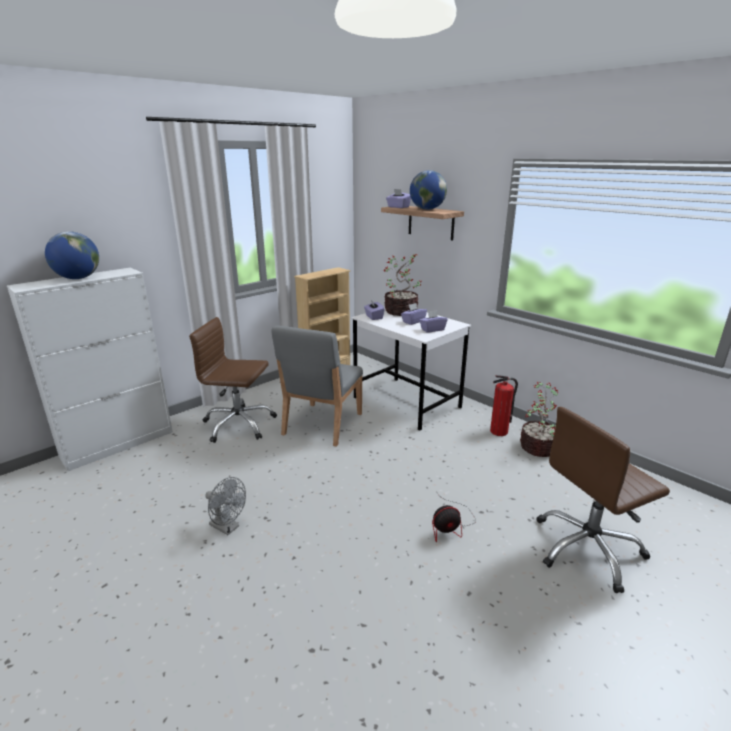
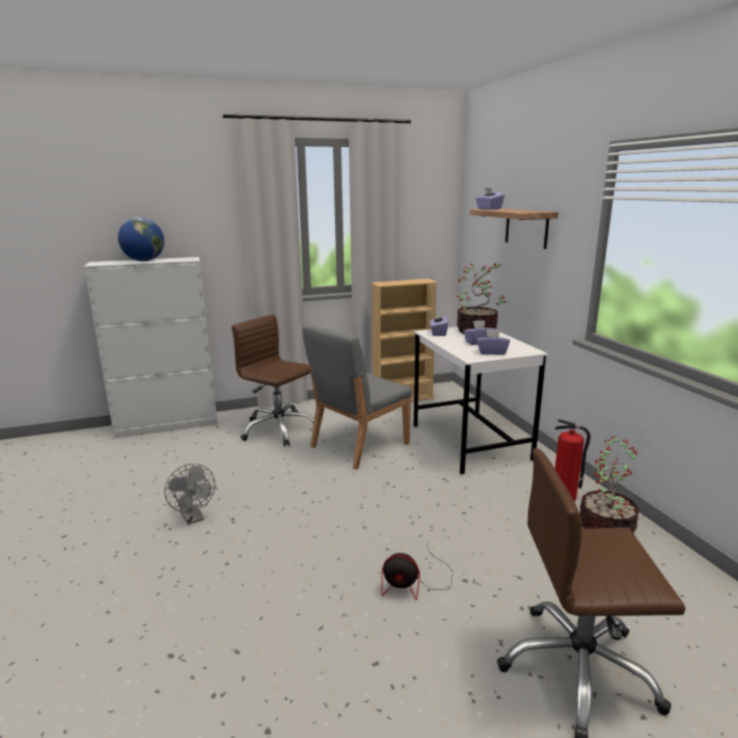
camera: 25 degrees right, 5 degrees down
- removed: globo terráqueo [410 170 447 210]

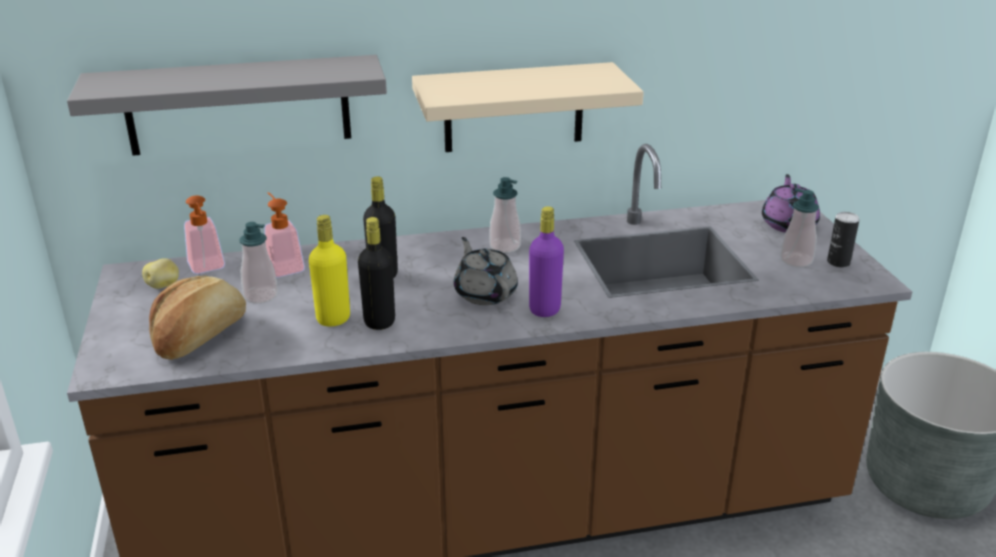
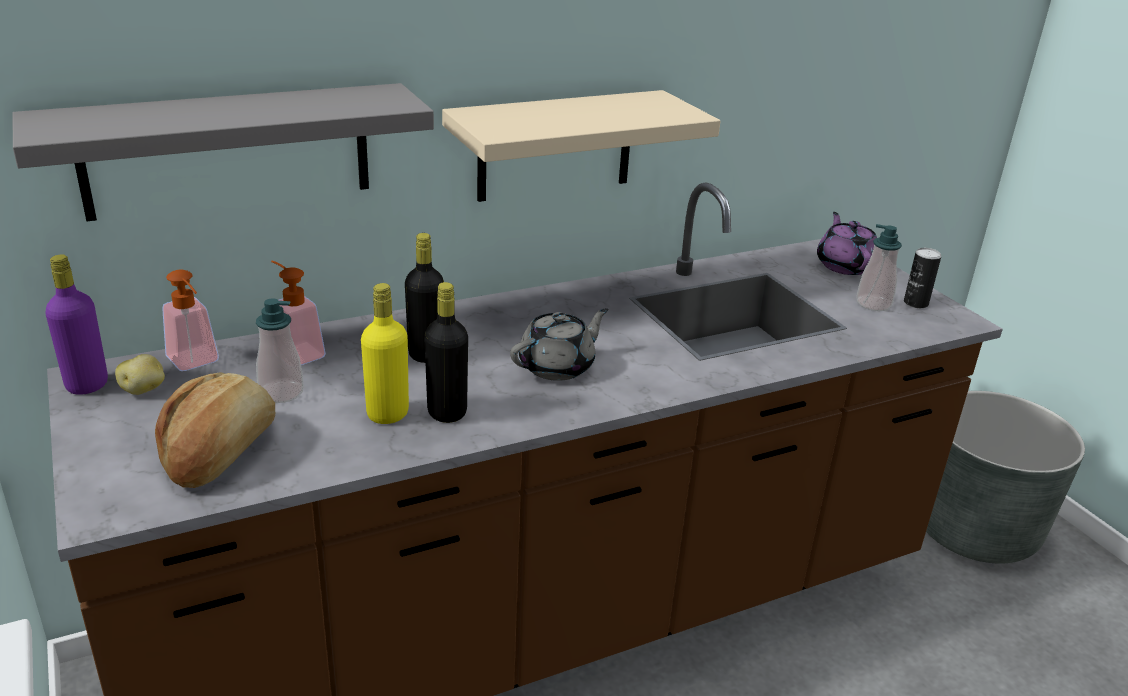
camera: 15 degrees left, 0 degrees up
- removed: dispensador de jabón [489 177 521 253]
- moved: botella (morado) [529 206 564 317] to [45 255 108 395]
- turned: tetera (gris) [454 237 518 305] = [510 308 608 381] 90 degrees clockwise

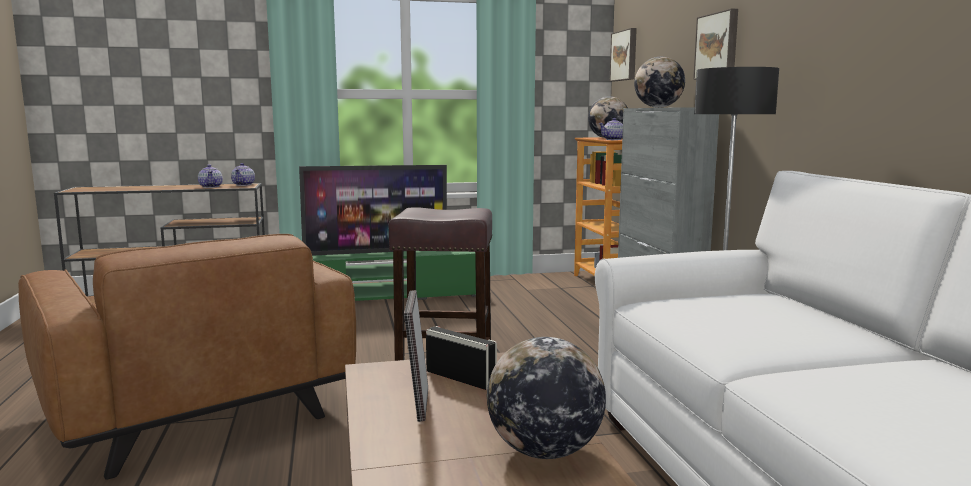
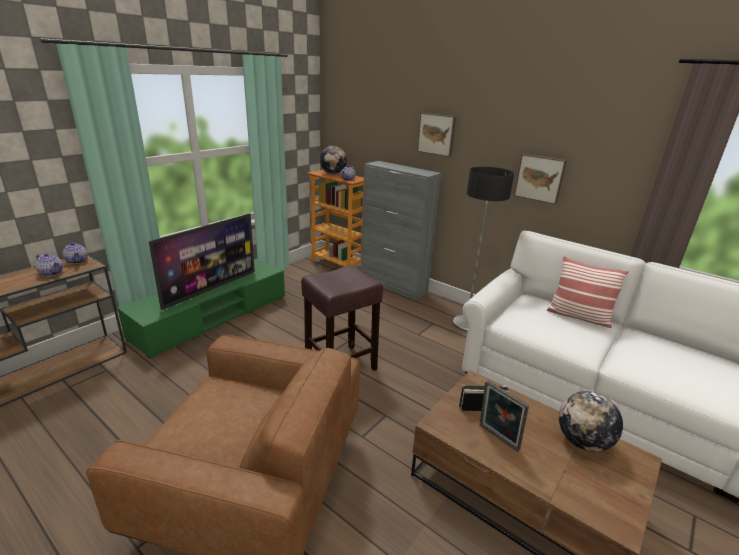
camera: 40 degrees left, 15 degrees up
- moved: cuadro [610 28 637 81] to [514 154 567 204]
- removed: globo terráqueo [634 57 685 108]
- added: cojín [547 256 628 328]

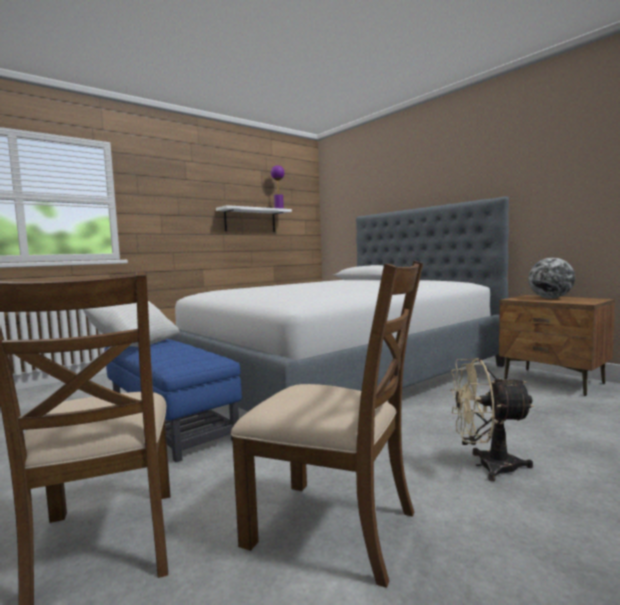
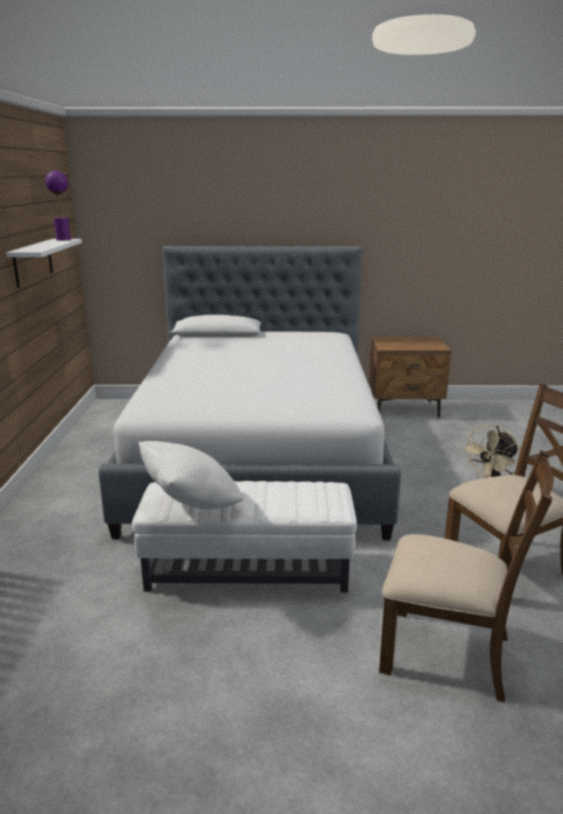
camera: 50 degrees left, 15 degrees up
- removed: globo terráqueo [528 258 575 298]
- recoloured: puf (azul) [104 339 242 462] to puf (blanco) [132 481 357 593]

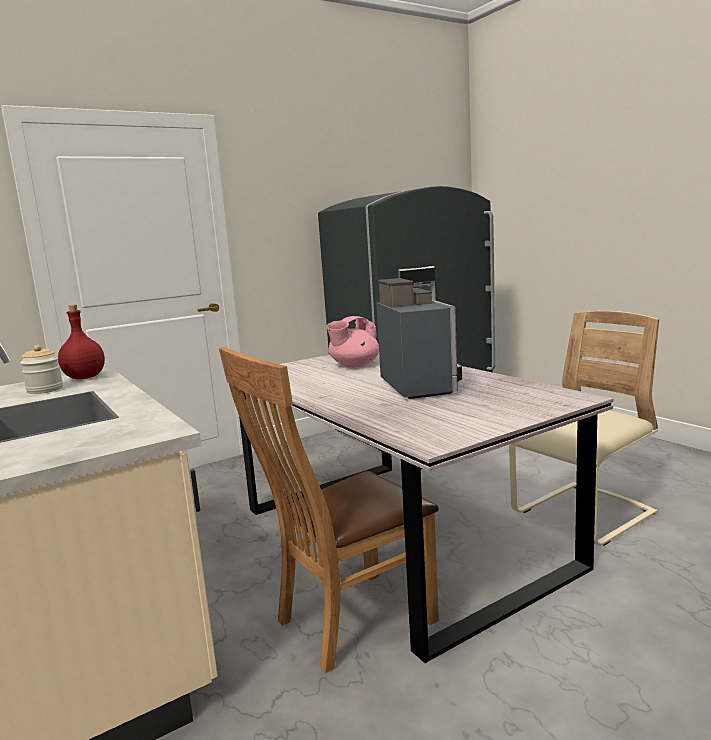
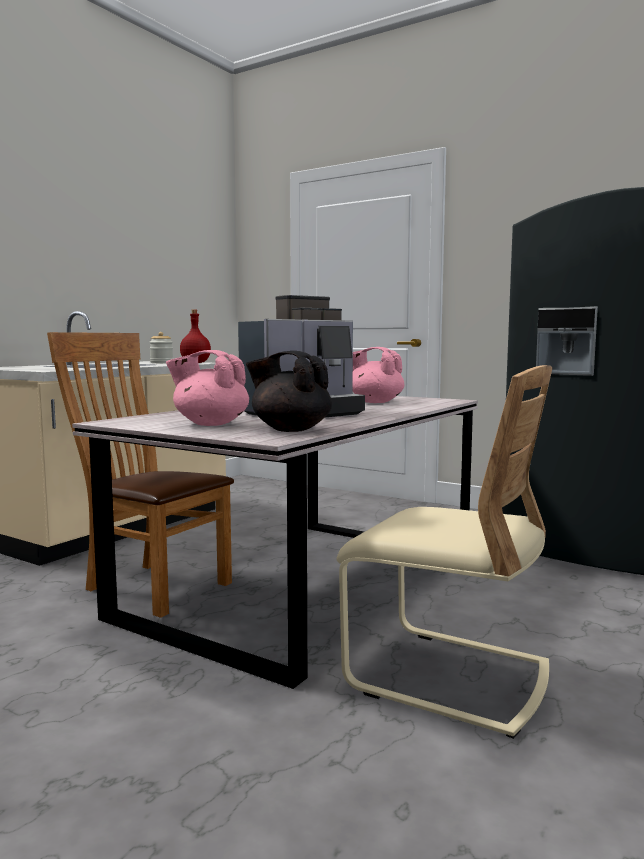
camera: 65 degrees right, 5 degrees down
- added: tetera (rosa) [166 350 249 426]
- added: tetera (negro) [246 351 332 432]

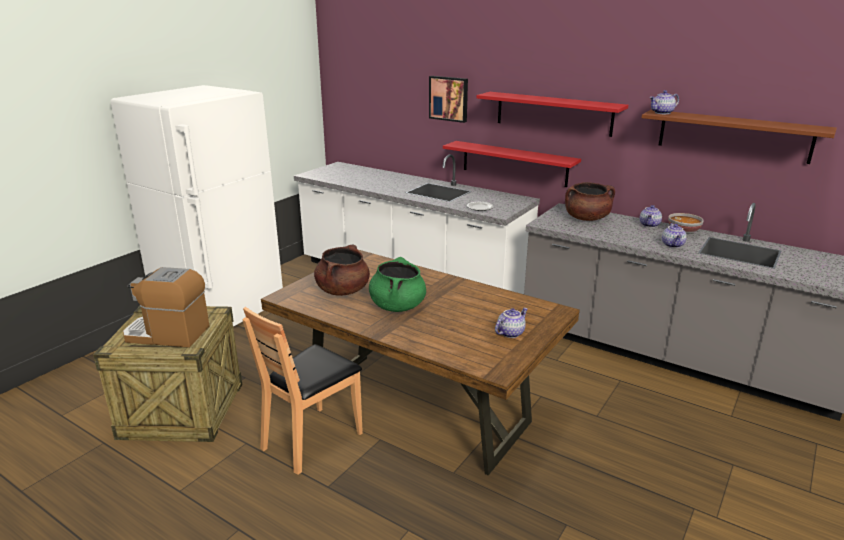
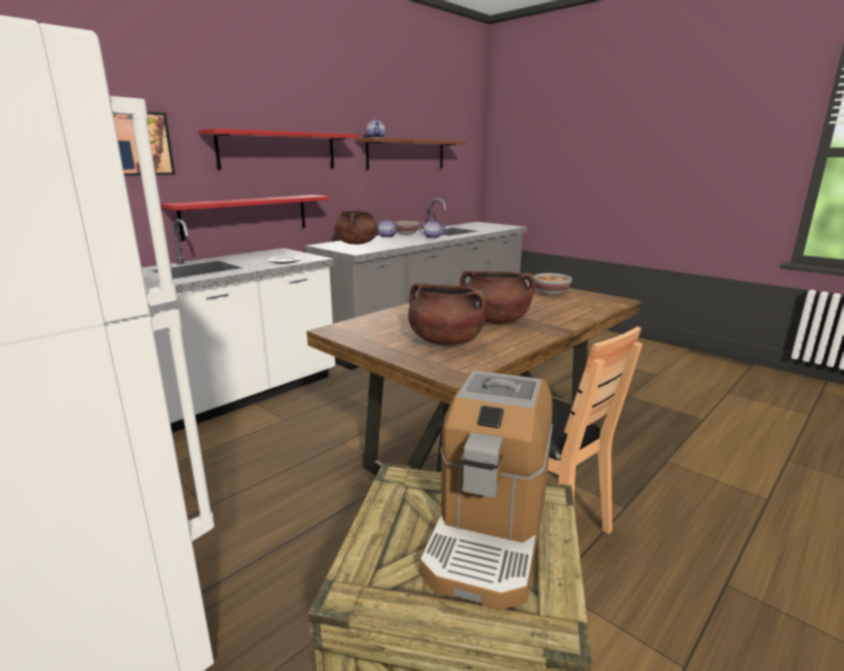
camera: 80 degrees left, 5 degrees down
- recoloured: olla (verde) [369 257 426 312] to olla (marrón) [460 271 535 324]
- replaced: tetera [495 308 528 338] to cuenco [533 273 572 295]

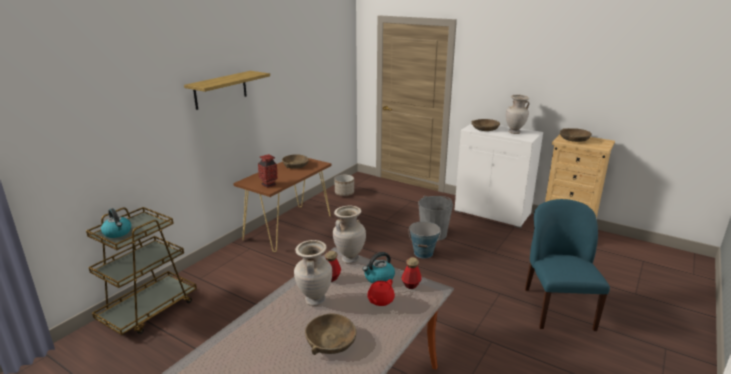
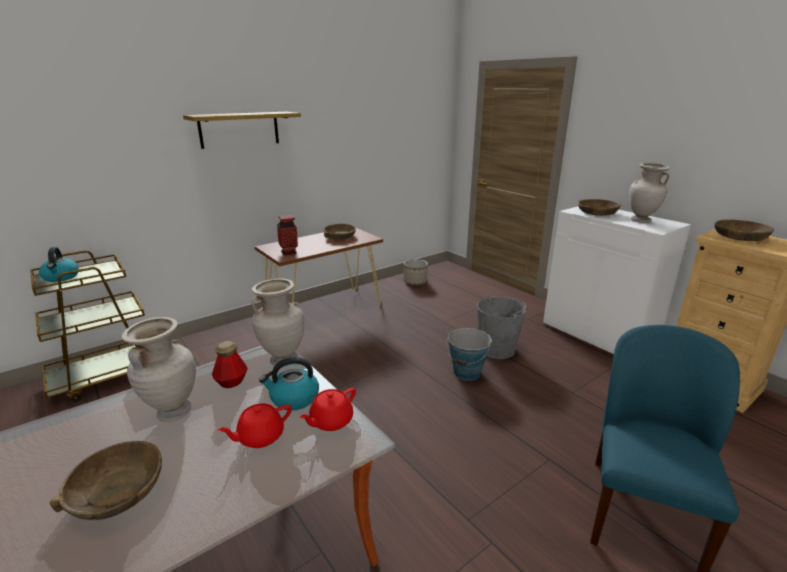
camera: 20 degrees right, 0 degrees up
- replaced: botella [402 257 422 289] to tetera (rojo) [300 388 356 431]

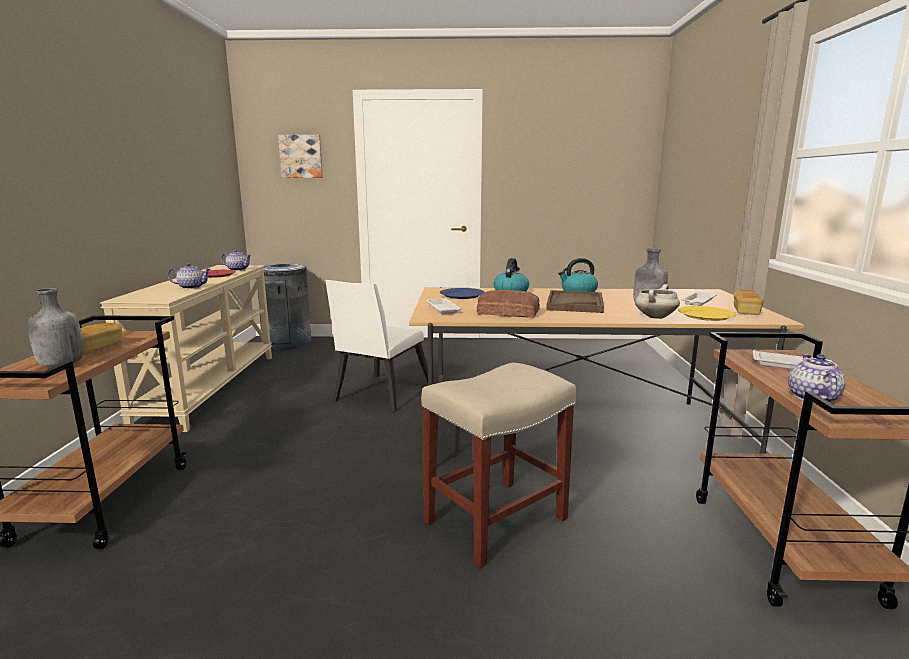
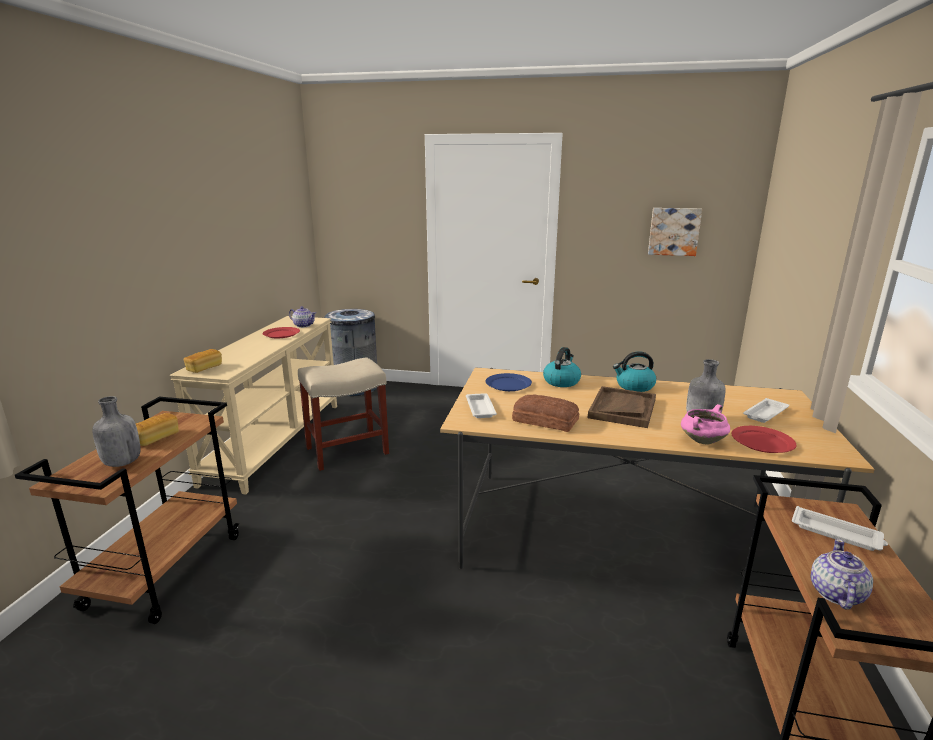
camera: 10 degrees right, 5 degrees up
- moved: cuadro [278 135 323 178] to [648 208 702 256]
- removed: tetera [168 263 211 289]
- removed: silla (blanco) [325 280 428 412]
- recoloured: olla (blanco) [635 284 680 319] to olla (rosa) [681 404 730 445]
- moved: pan [734 290 763 315] to [184 349 222 373]
- recoloured: plato (amarillo) [678 306 736 321] to plato (rojo) [731 426 796 453]
- moved: taburete (beis) [421 362 577 568] to [298 358 389 471]

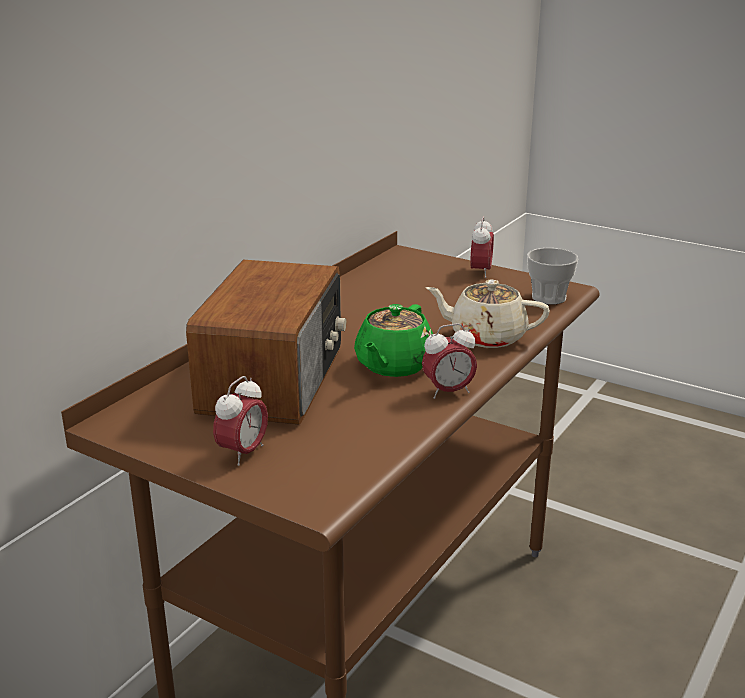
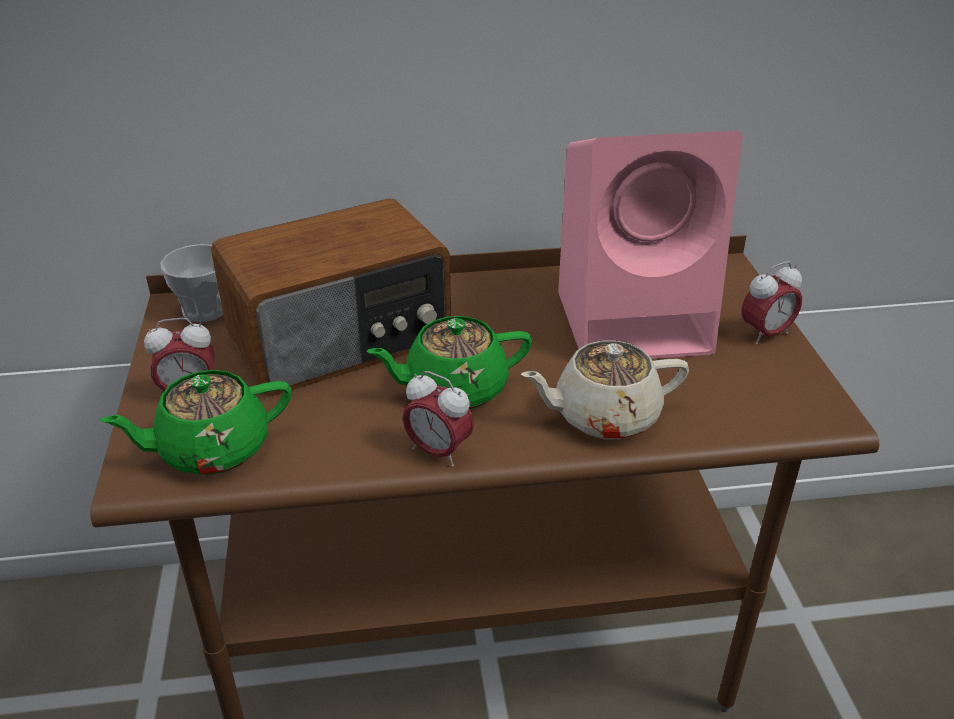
camera: 50 degrees right, 10 degrees up
- moved: taza [527 248 578 304] to [161 244 223 322]
- turned: tetera (beis) [425 280 550 348] = [521 340 689 439] 75 degrees counterclockwise
- added: altavoz (rosa) [558 131 742 359]
- added: tetera (verde) [100 370 291 475]

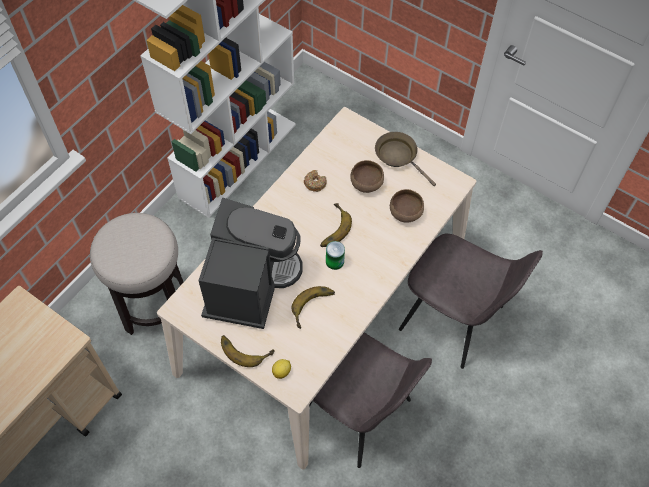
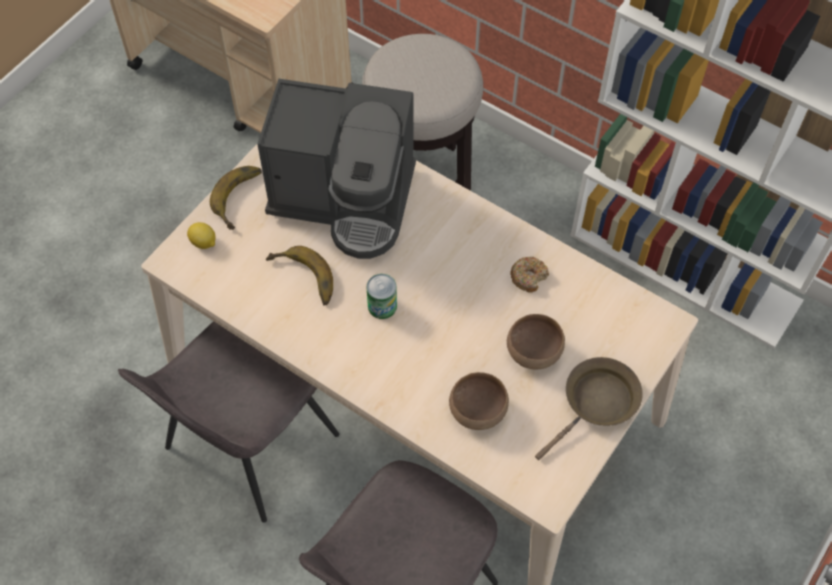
camera: 90 degrees right, 0 degrees up
- removed: plátano [320 203 352 247]

